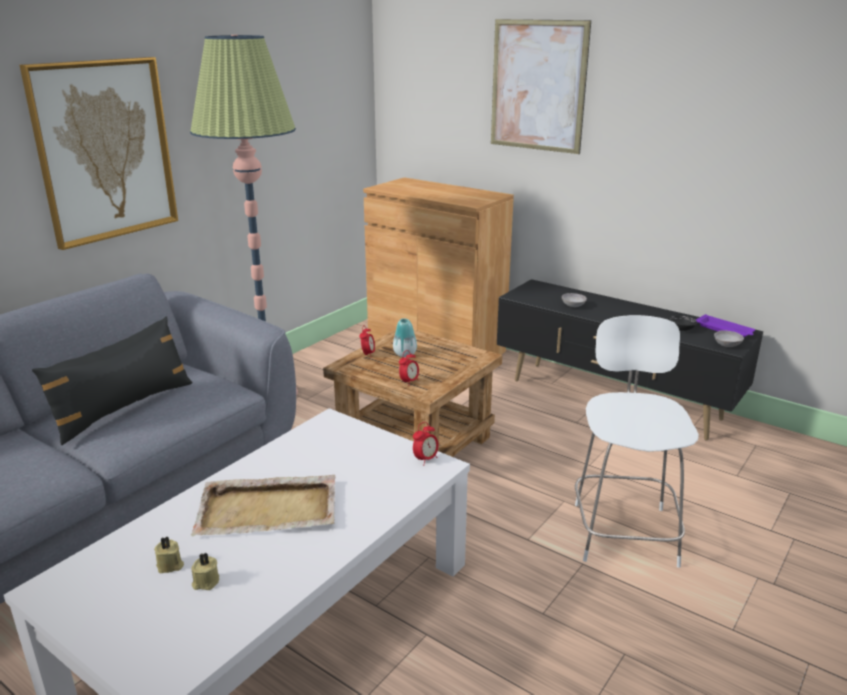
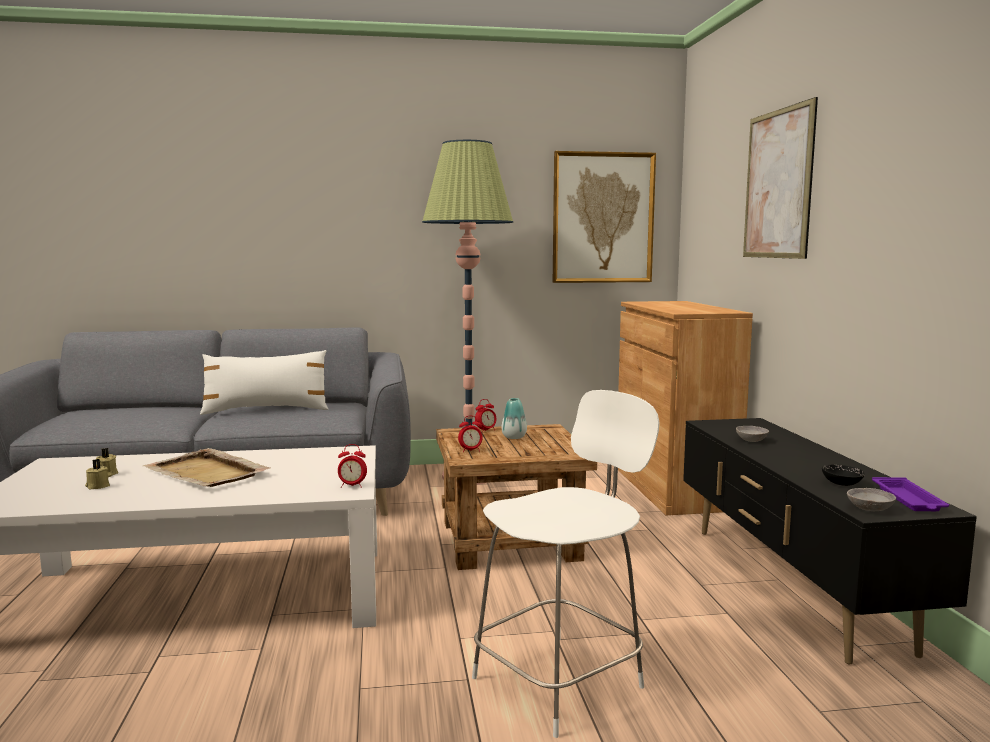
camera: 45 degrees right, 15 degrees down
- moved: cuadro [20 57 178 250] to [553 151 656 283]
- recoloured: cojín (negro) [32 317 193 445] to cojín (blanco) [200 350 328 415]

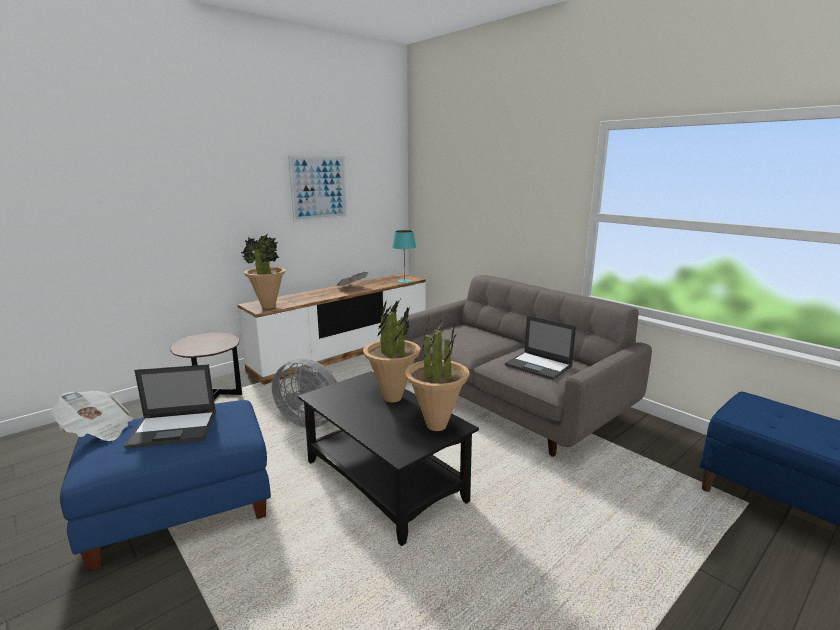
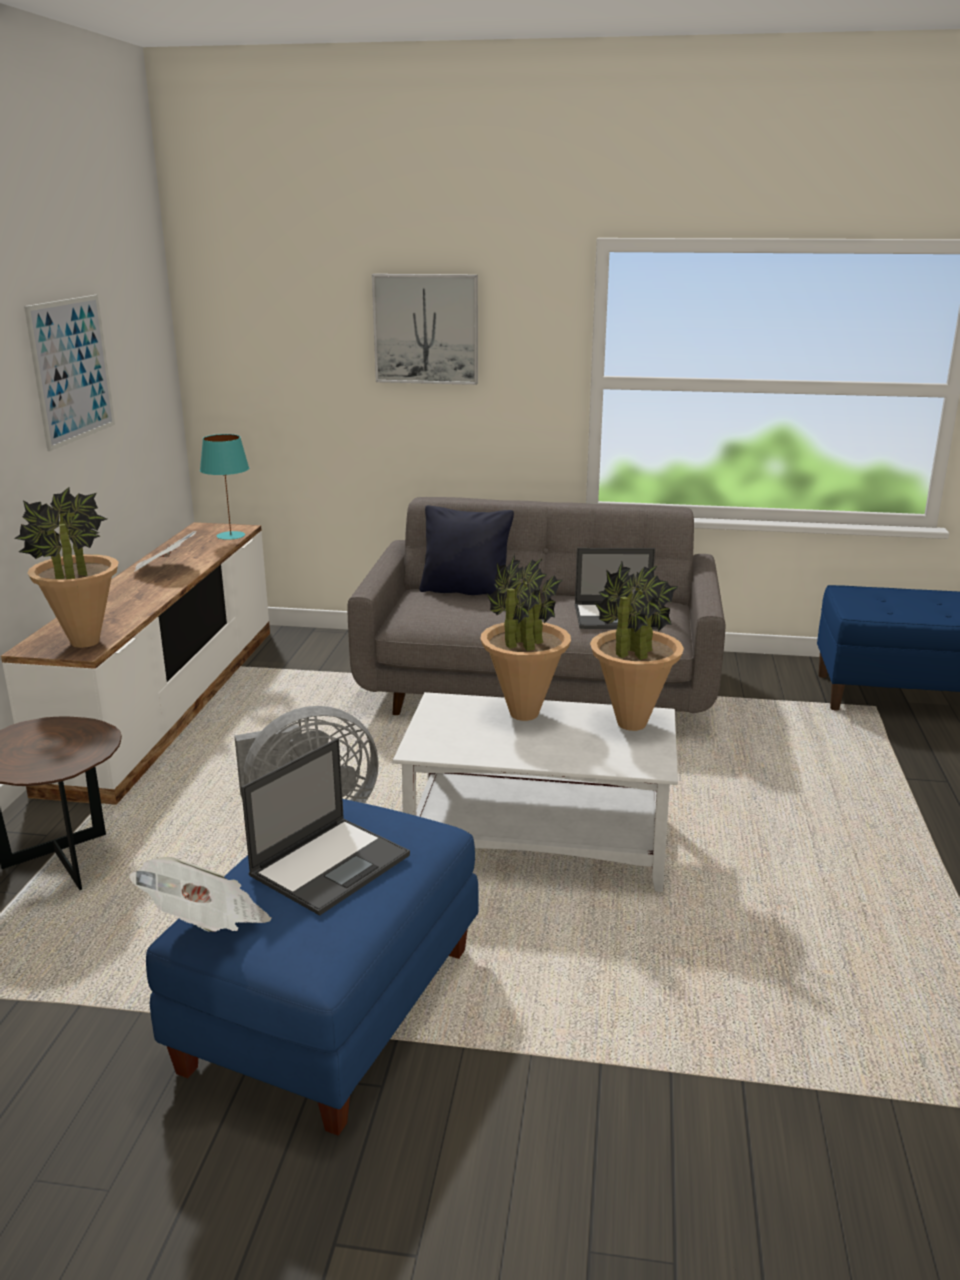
camera: 40 degrees left, 5 degrees up
- recoloured: mesa de centro (negro) [297 371 479 546] to mesa de centro (blanco) [393 692 678 892]
- added: cuadro [372 274 478 385]
- added: cojín (negro) [420 505 514 595]

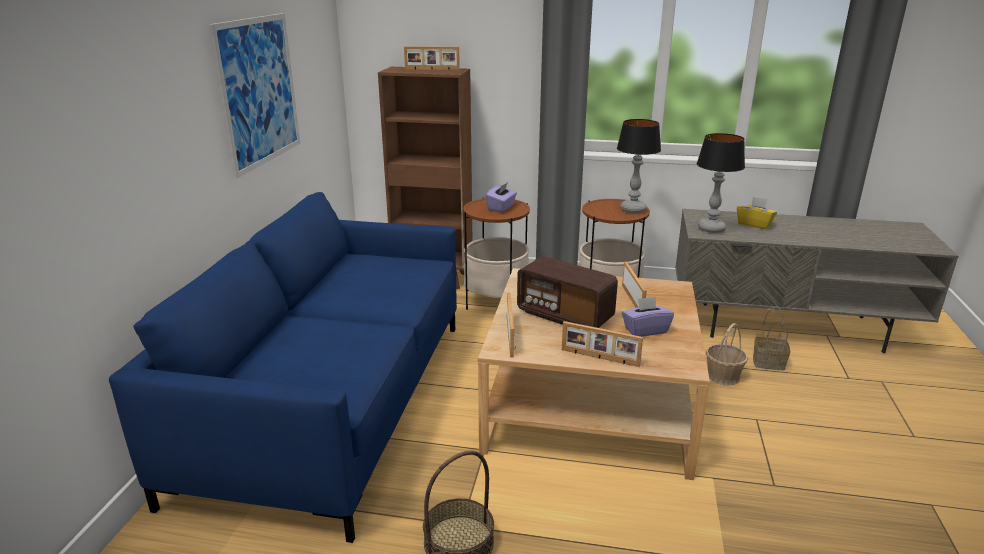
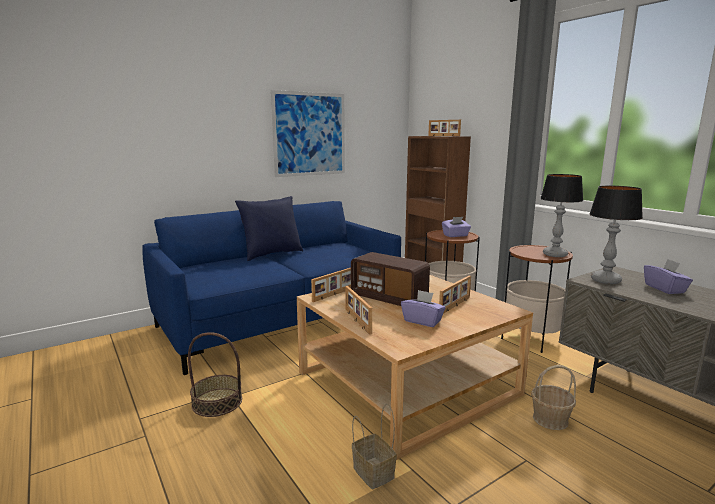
camera: 45 degrees right, 10 degrees down
- recoloured: caja de pañuelos (amarillo) [737 197 777 229] to caja de pañuelos (morado) [644 259 693 294]
- turned: radio [517 256 618 328] = [351 252 430 306] 45 degrees counterclockwise
- moved: cesta [753 307 790 371] to [352 404 397 489]
- added: cojín (azul) [235 196 303 261]

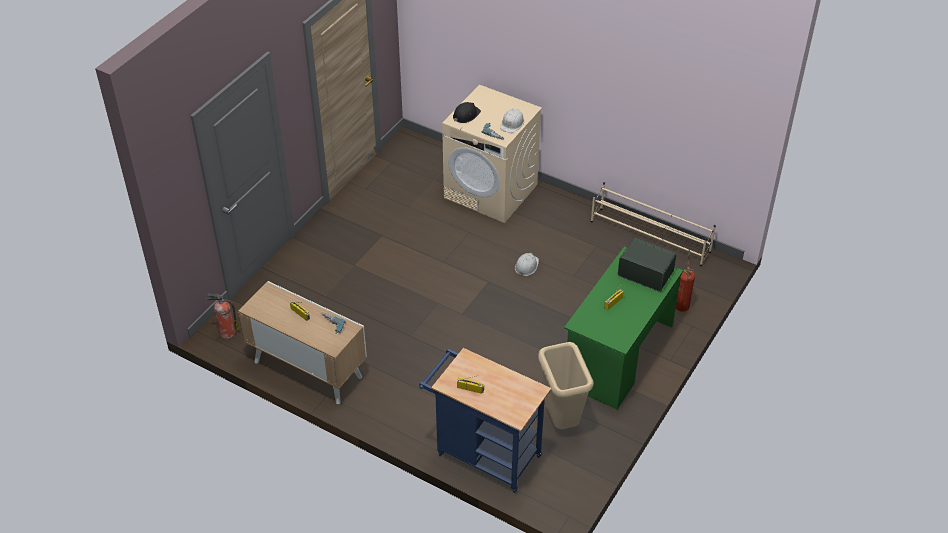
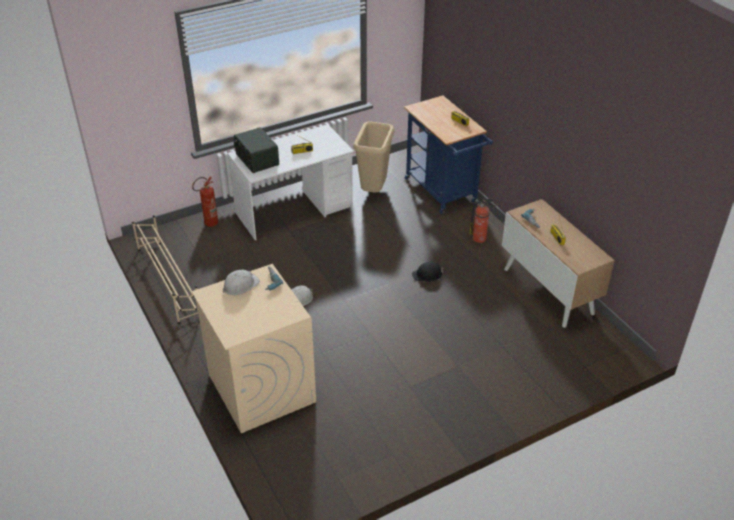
camera: 150 degrees left, 5 degrees down
- moved: casco (negro) [453 102 481 123] to [412 262 443 282]
- recoloured: escritorio (verde) [564 247 683 409] to escritorio (blanco) [227 124 354 240]
- moved: extintor [206 294 239 339] to [469 199 496 243]

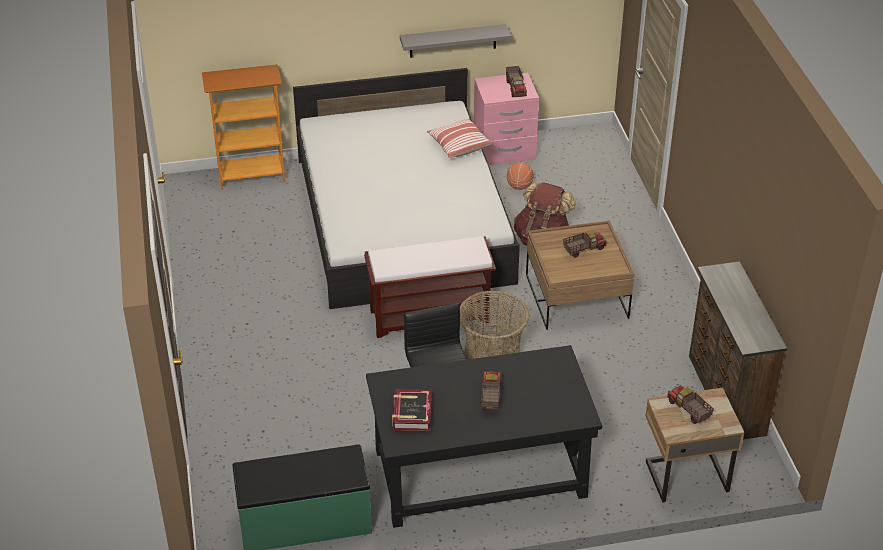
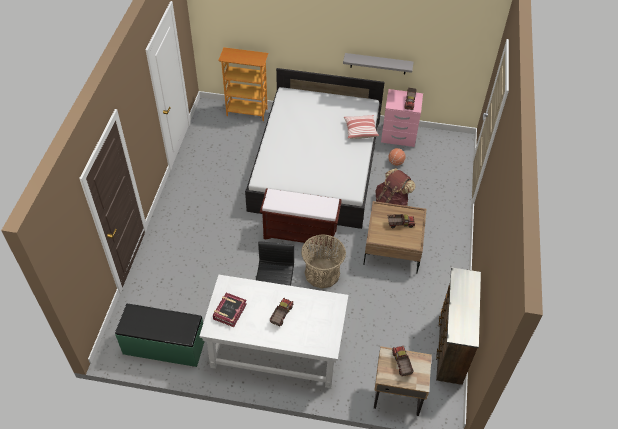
camera: 20 degrees right, 10 degrees up
- recoloured: escritorio (negro) [366 345 602 528] to escritorio (blanco) [199 275 348 388]

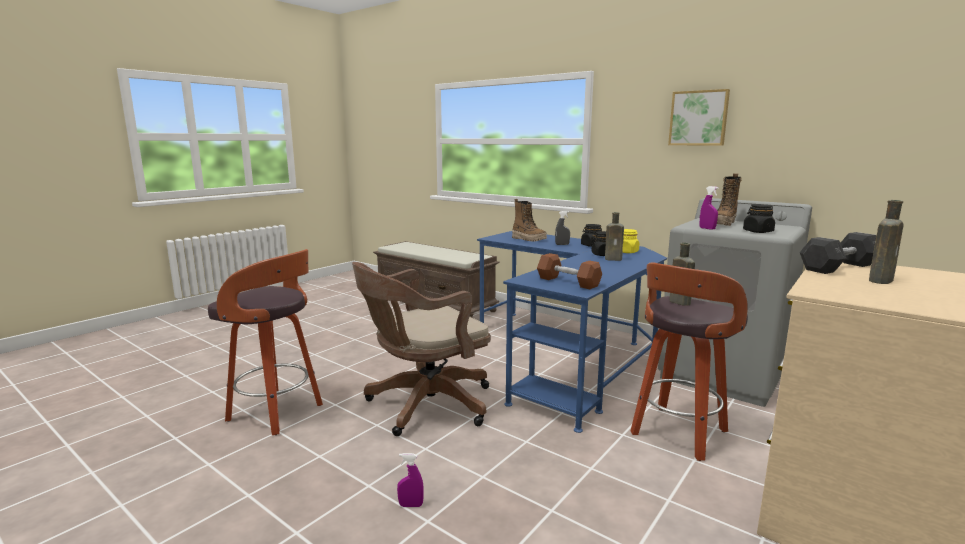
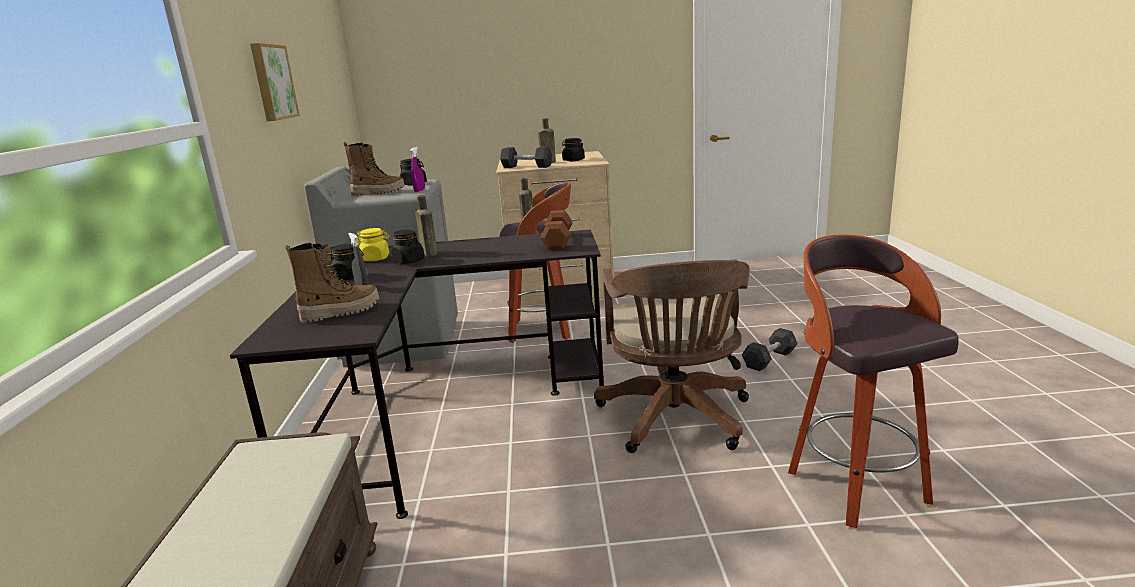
camera: 130 degrees left, 5 degrees up
- turned: bota [512 199 547 241] = [285 243 379 323] 60 degrees clockwise
- recoloured: escritorio (azul) [477 231 667 433] to escritorio (negro) [230 230 604 519]
- turned: silla de oficina (marrón) [352 262 491 436] = [594 259 750 453] 75 degrees clockwise
- replaced: pulverizador (morado) [397 453 424 507] to mancuerna (gris) [742 328 798 371]
- added: tarro (negro) [562 138 585 161]

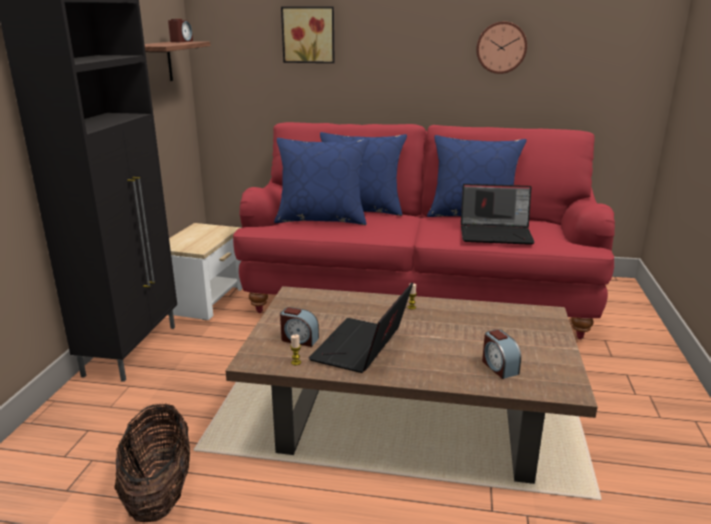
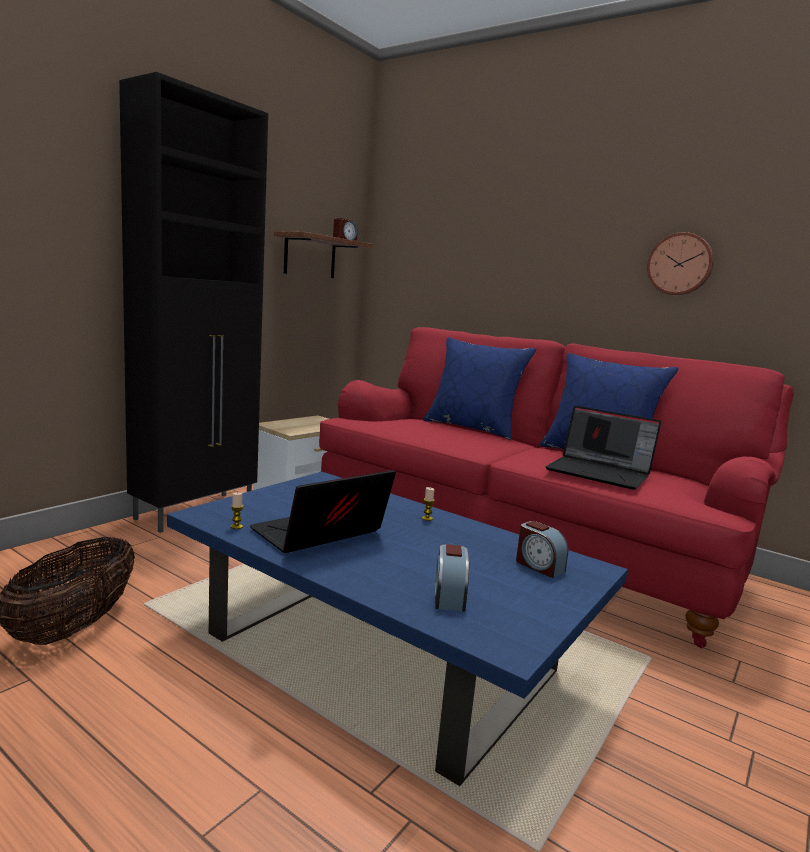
camera: 25 degrees right, 10 degrees down
- removed: cuadro [281 7 335 63]
- removed: cojín (azul) [274 138 369 225]
- recoloured: mesa de centro (marrón) [225 286 598 484] to mesa de centro (azul) [167 472 628 786]
- moved: despertador [280 307 319 347] to [516 521 568 578]

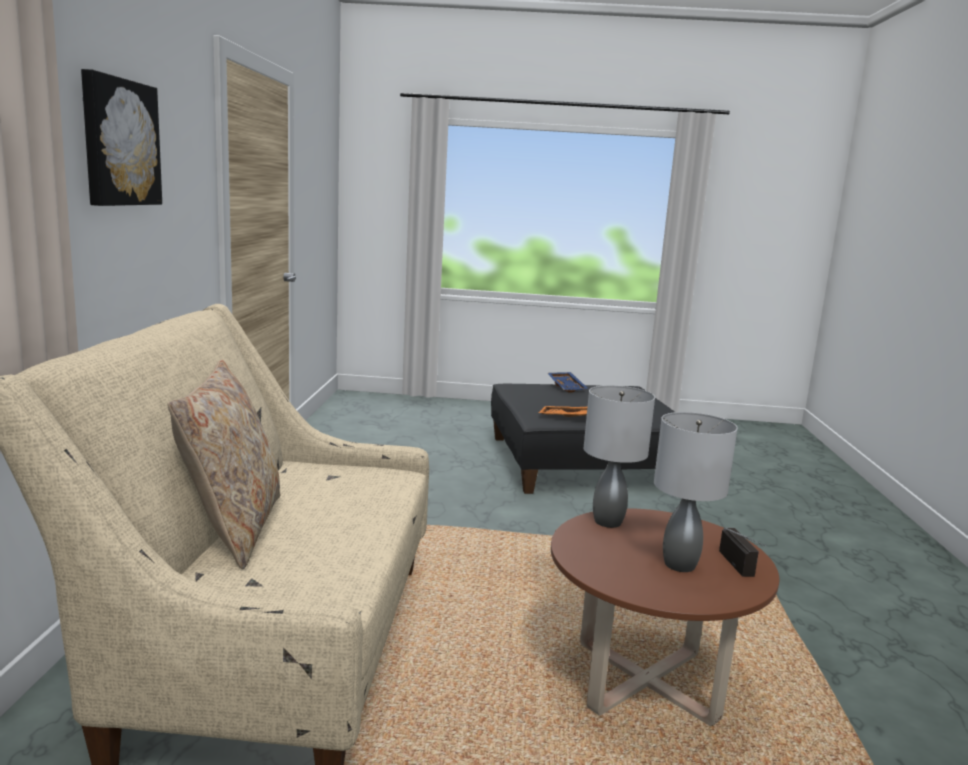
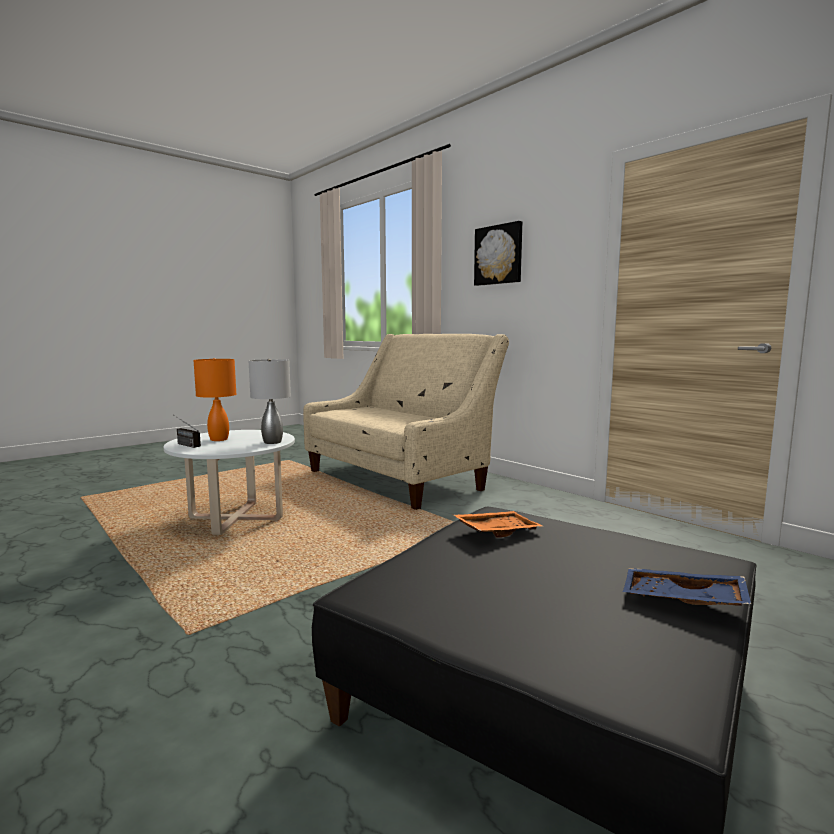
camera: 135 degrees right, 5 degrees down
- removed: cojín (beis) [167 359 281 569]
- recoloured: lámpara de mesa (gris) [654 412 738 572] to lámpara de mesa (naranja) [194 358 236 441]
- recoloured: mesa de centro (marrón) [551 508 779 726] to mesa de centro (blanco) [164 430 295 535]

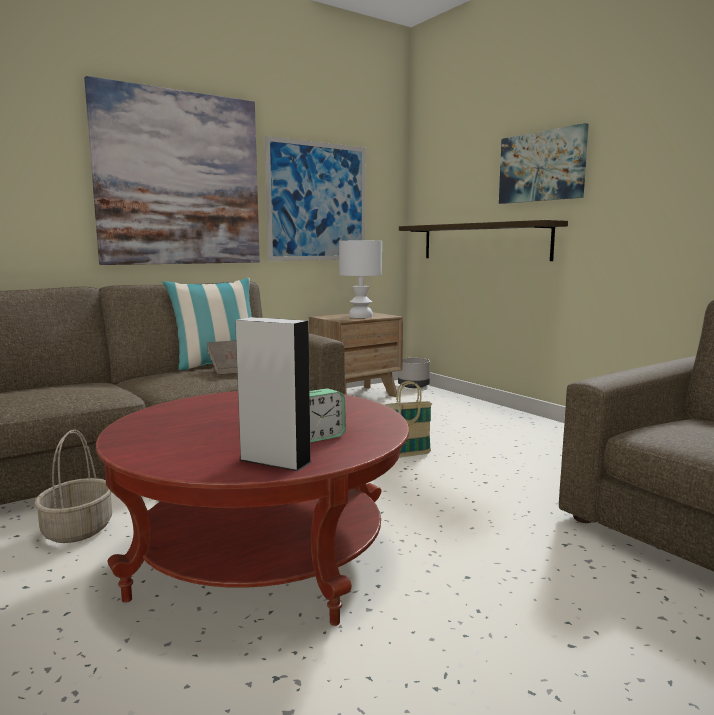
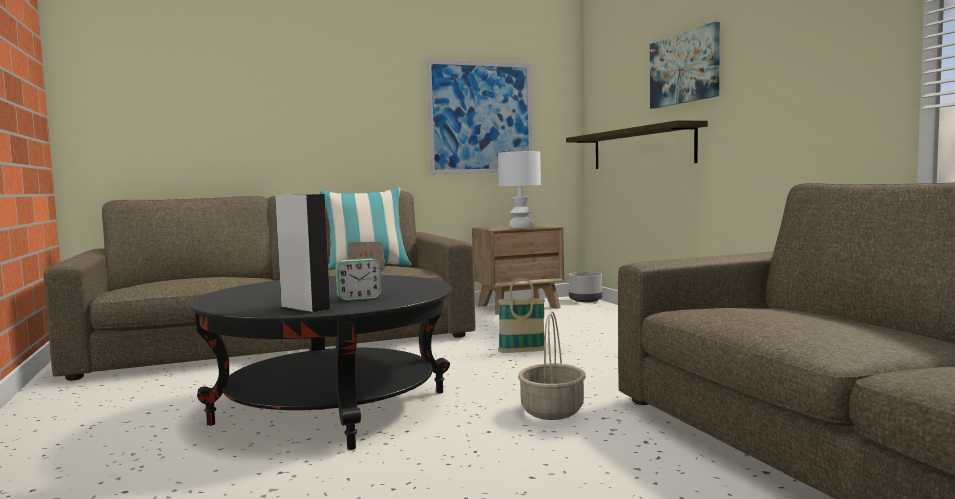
camera: 15 degrees right, 5 degrees down
- removed: cuadro [84 76 260 265]
- recoloured: mesa de centro (rojo) [96 391 409 626] to mesa de centro (negro) [190 275 452 450]
- moved: cesta [34 430 112 543] to [518 311 586 420]

